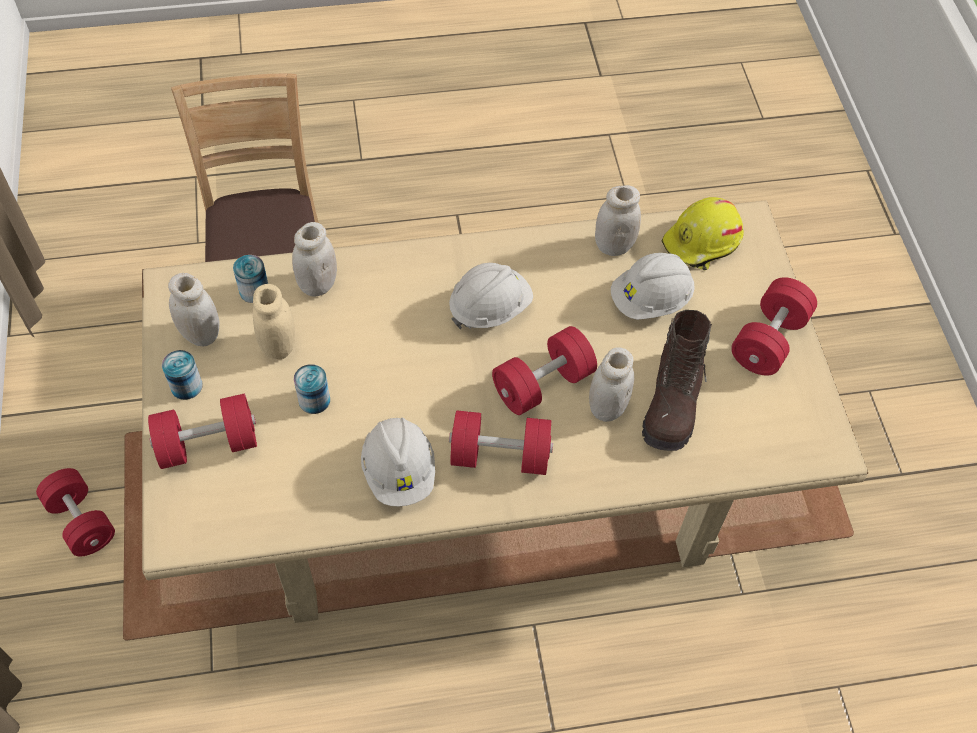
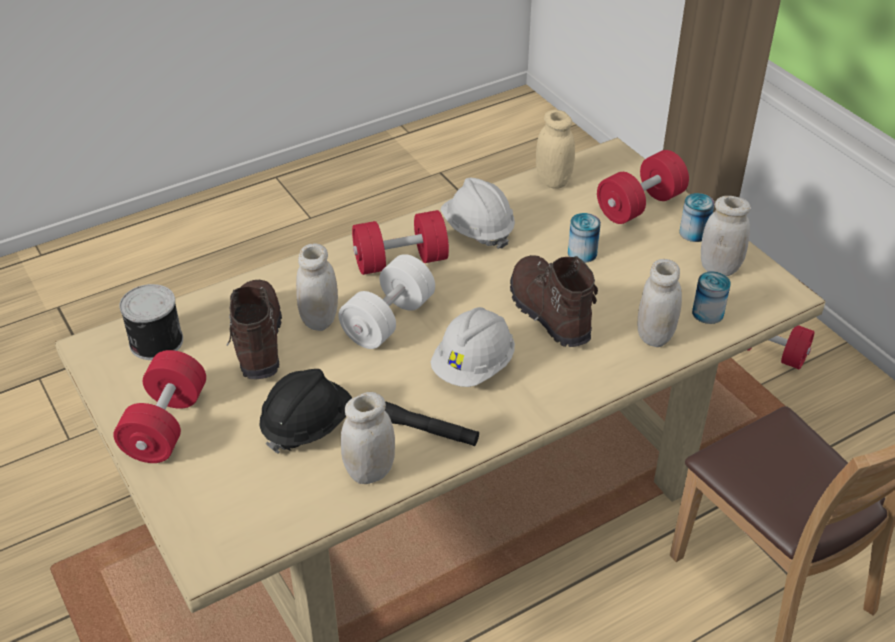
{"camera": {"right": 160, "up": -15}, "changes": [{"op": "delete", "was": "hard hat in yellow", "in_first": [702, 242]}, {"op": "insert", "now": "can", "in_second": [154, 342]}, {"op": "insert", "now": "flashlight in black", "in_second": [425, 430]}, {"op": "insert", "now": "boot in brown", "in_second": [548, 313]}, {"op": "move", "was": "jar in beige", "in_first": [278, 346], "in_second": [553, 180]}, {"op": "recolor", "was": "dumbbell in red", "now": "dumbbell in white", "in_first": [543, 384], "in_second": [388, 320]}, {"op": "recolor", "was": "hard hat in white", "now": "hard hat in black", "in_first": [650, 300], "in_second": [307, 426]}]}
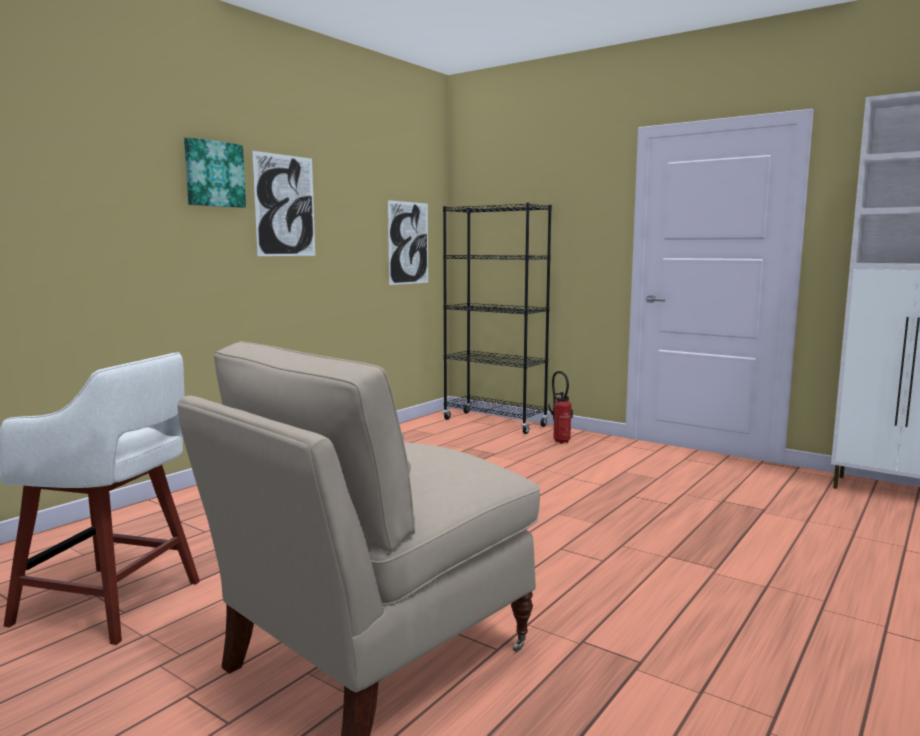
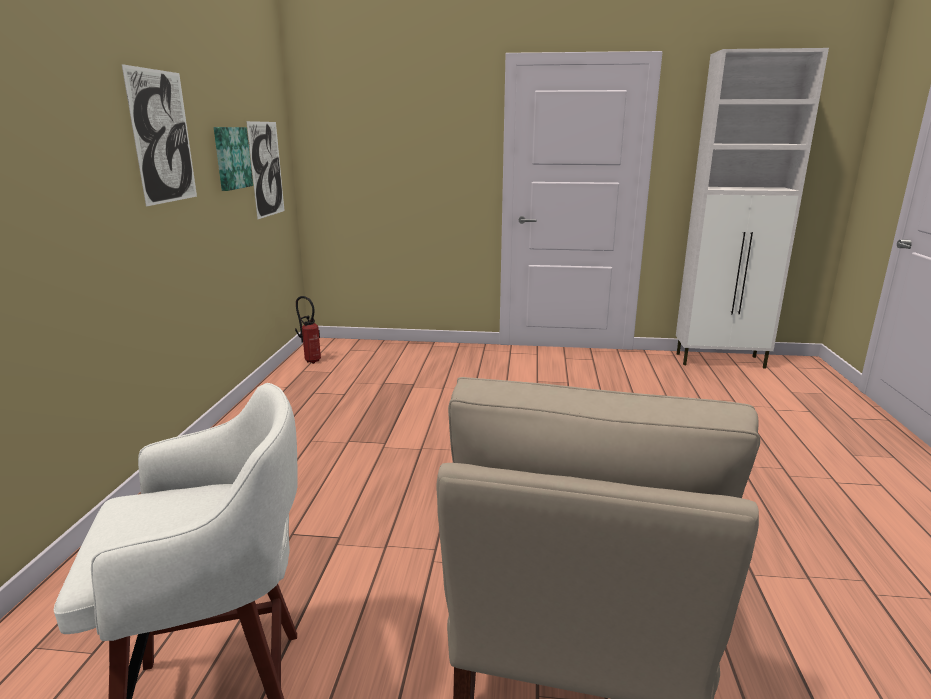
{"camera": {"right": -30, "up": 10}, "changes": [{"op": "delete", "was": "bookcase in black", "in_first": [494, 423]}, {"op": "move", "was": "picture", "in_first": [214, 174], "in_second": [231, 158]}, {"op": "move", "was": "fire extinguisher", "in_first": [560, 441], "in_second": [311, 360]}]}
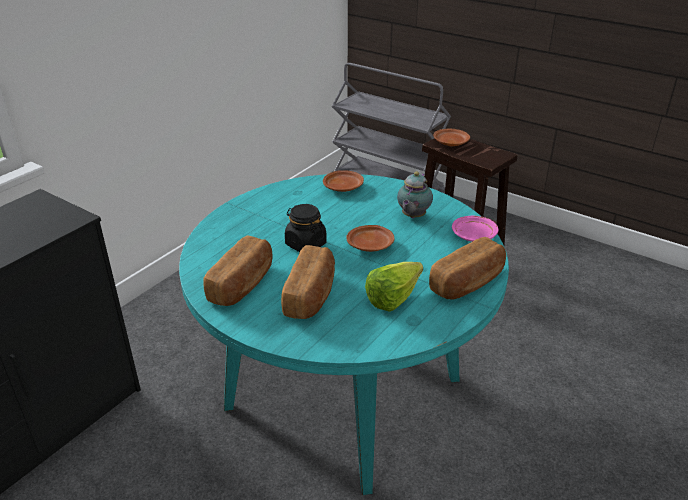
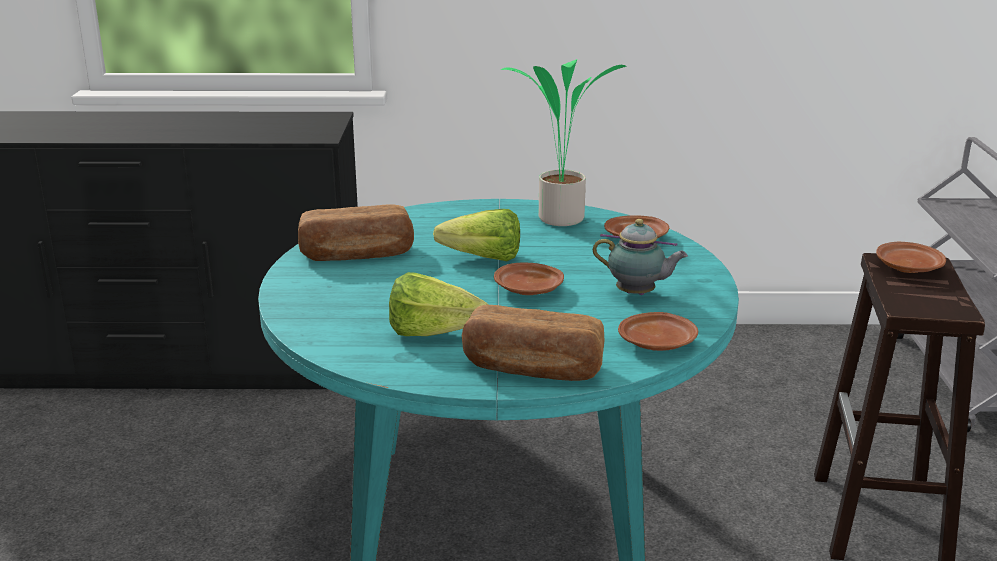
{"camera": {"right": 55, "up": -10}, "changes": [{"op": "delete", "was": "bread", "in_first": [311, 295]}, {"op": "insert", "now": "potted plant", "in_second": [558, 220]}, {"op": "replace", "was": "jar in black", "now": "lettuce", "in_first": [305, 244], "in_second": [476, 258]}, {"op": "recolor", "was": "plate in pink", "now": "plate in brown", "in_first": [474, 235], "in_second": [658, 343]}, {"op": "rotate", "was": "teapot", "in_first": [412, 216], "in_second": [638, 294], "clockwise": -150}]}
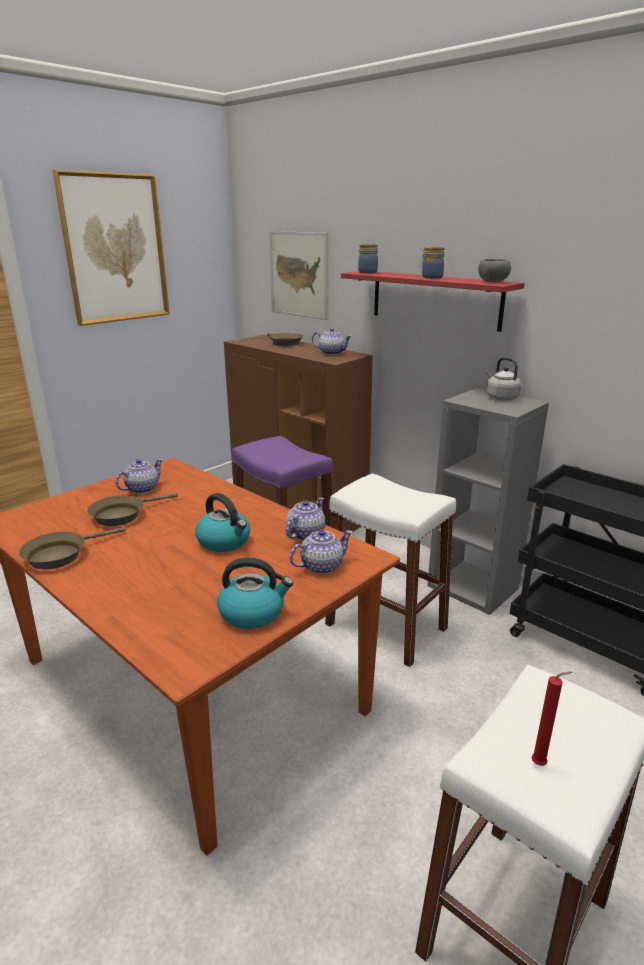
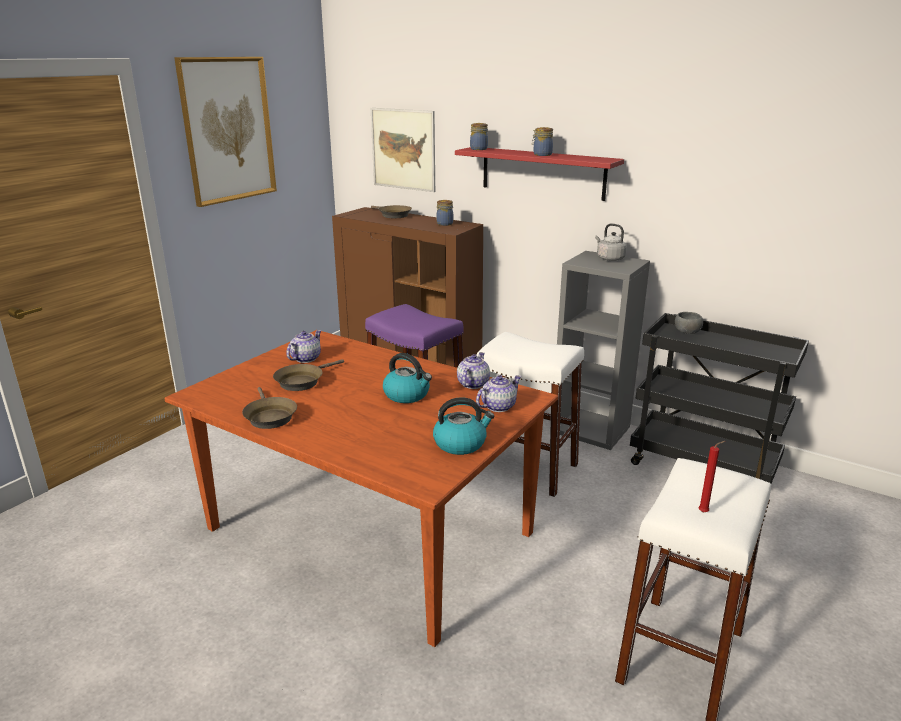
{"camera": {"right": -10, "up": 0}, "changes": [{"op": "move", "was": "bowl in grey", "in_first": [492, 282], "in_second": [686, 332]}, {"op": "replace", "was": "teapot", "now": "jar", "in_first": [332, 353], "in_second": [445, 223]}, {"op": "rotate", "was": "frying pan in brown", "in_first": [60, 555], "in_second": [269, 416], "clockwise": -60}]}
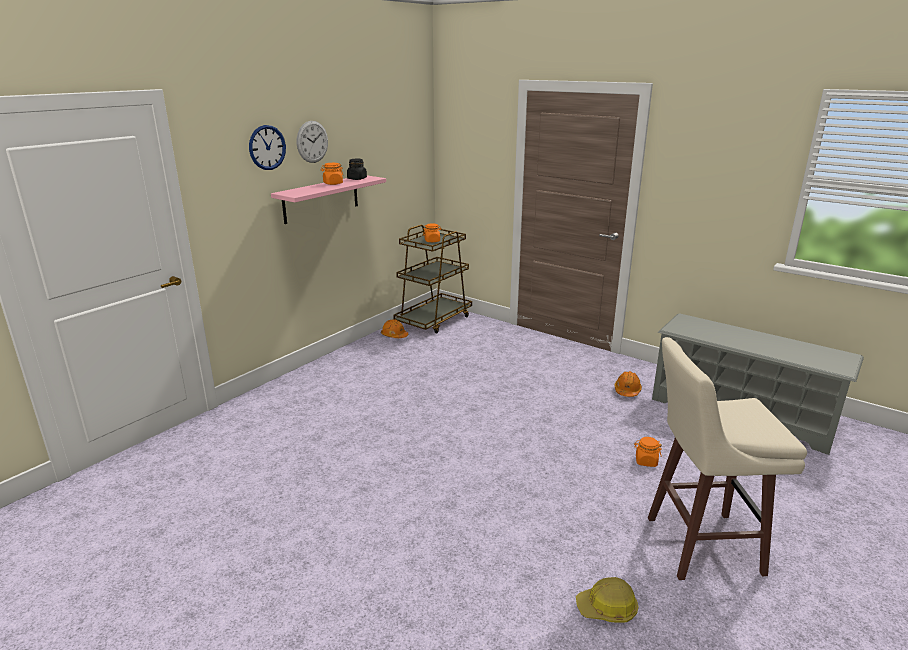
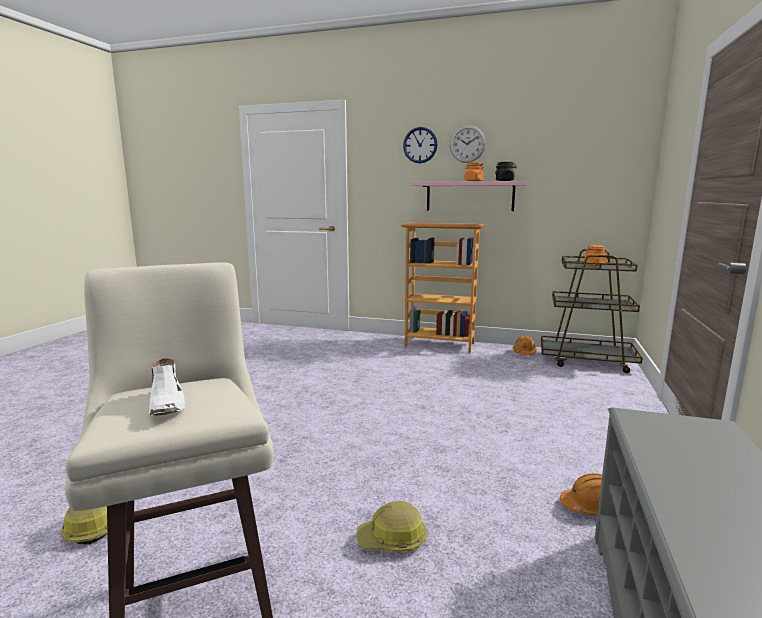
{"camera": {"right": 70, "up": -10}, "changes": [{"op": "insert", "now": "shoe in white", "in_second": [168, 404]}, {"op": "insert", "now": "bookcase", "in_second": [440, 344]}, {"op": "replace", "was": "jar in orange", "now": "hard hat", "in_first": [646, 461], "in_second": [392, 540]}]}
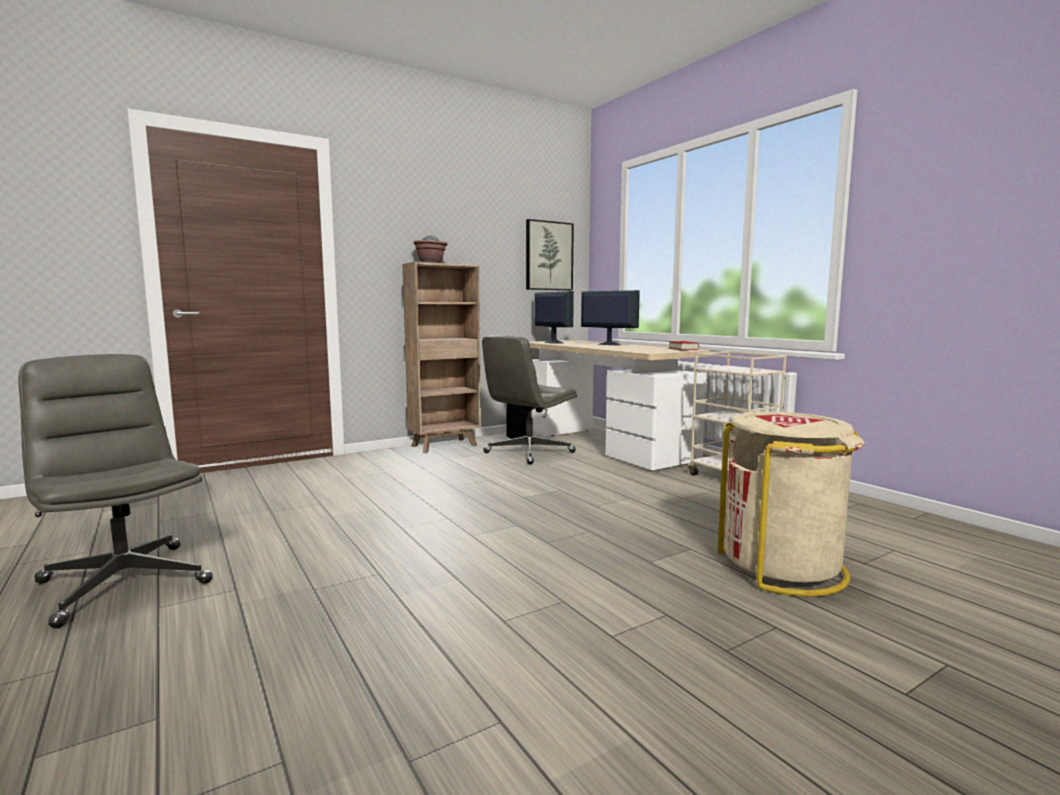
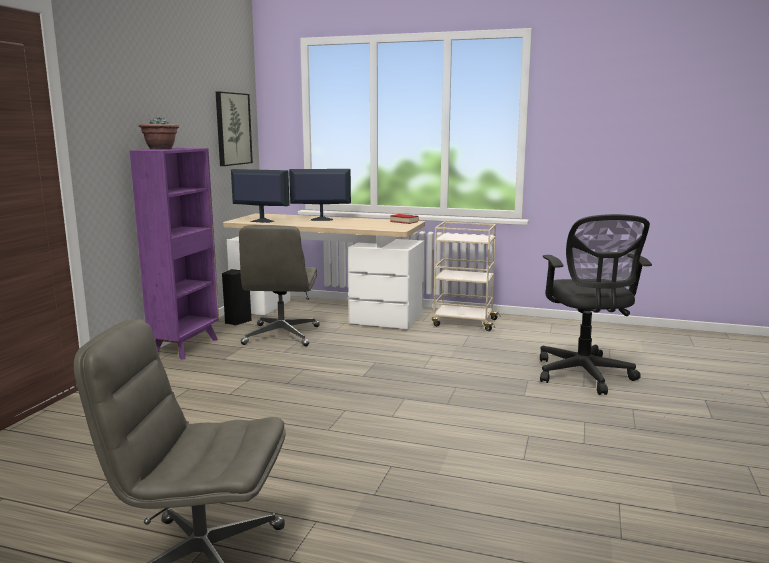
{"camera": {"right": -40, "up": 5}, "changes": [{"op": "replace", "was": "trash can in beige", "now": "office chair in black", "in_first": [782, 567], "in_second": [584, 376]}, {"op": "recolor", "was": "bookcase in brown", "now": "bookcase in purple", "in_first": [445, 446], "in_second": [186, 346]}]}
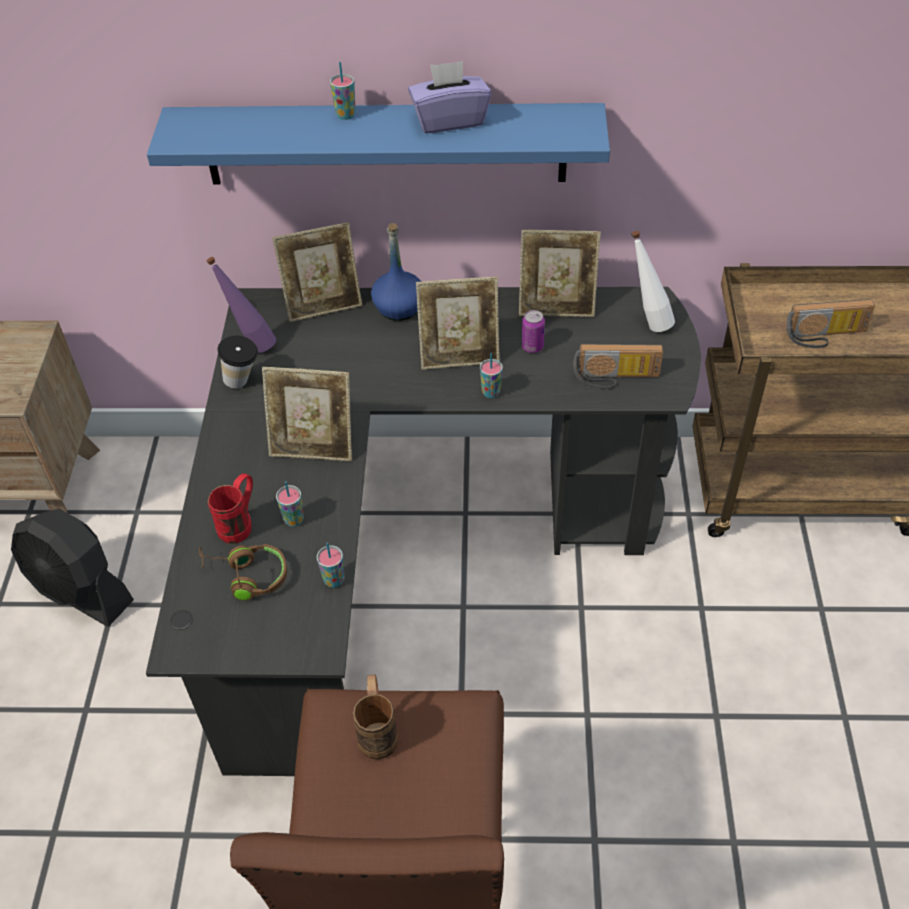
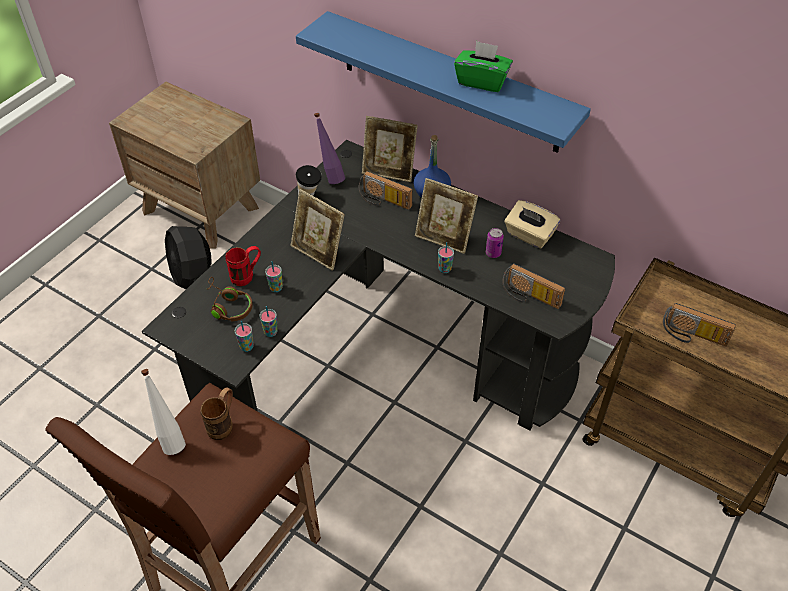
{"camera": {"right": 30, "up": 0}, "changes": [{"op": "insert", "now": "radio", "in_second": [383, 201]}, {"op": "move", "was": "cup", "in_first": [346, 115], "in_second": [246, 347]}, {"op": "move", "was": "bottle in white", "in_first": [647, 322], "in_second": [170, 439]}, {"op": "replace", "was": "picture frame", "now": "tissue box in beige", "in_first": [556, 307], "in_second": [529, 235]}, {"op": "recolor", "was": "tissue box in purple", "now": "tissue box in green", "in_first": [449, 120], "in_second": [482, 81]}]}
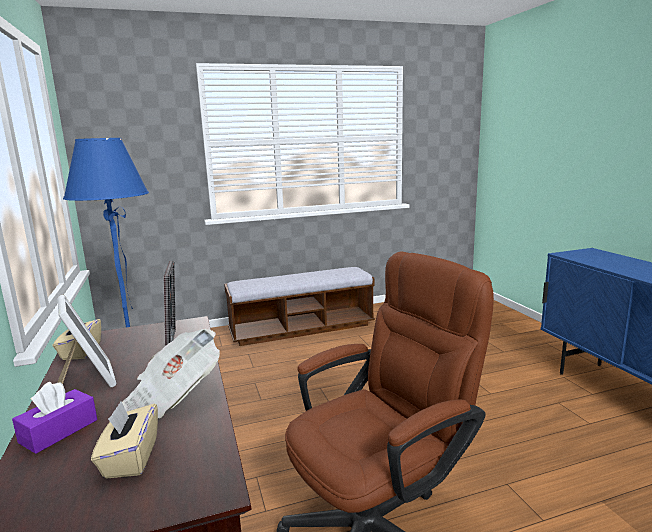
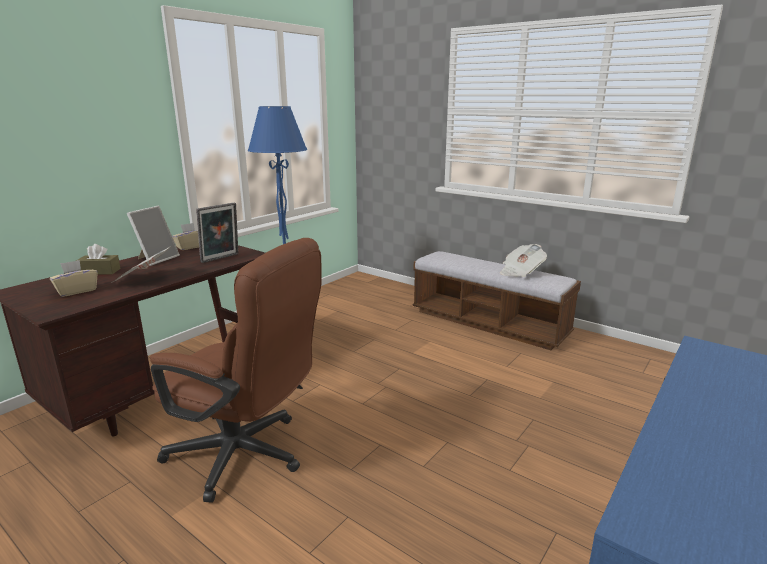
{"camera": {"right": 55, "up": 5}, "changes": [{"op": "insert", "now": "newspaper", "in_second": [520, 272]}, {"op": "recolor", "was": "tissue box in purple", "now": "tissue box in brown", "in_first": [59, 431], "in_second": [99, 271]}]}
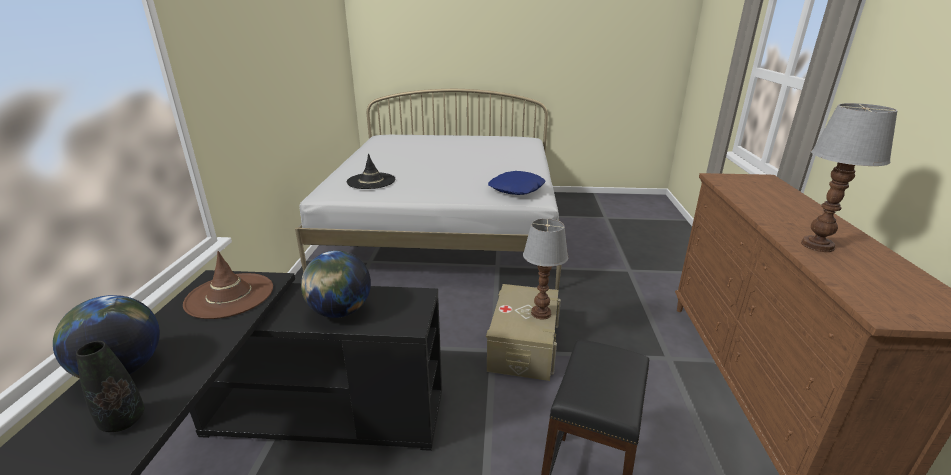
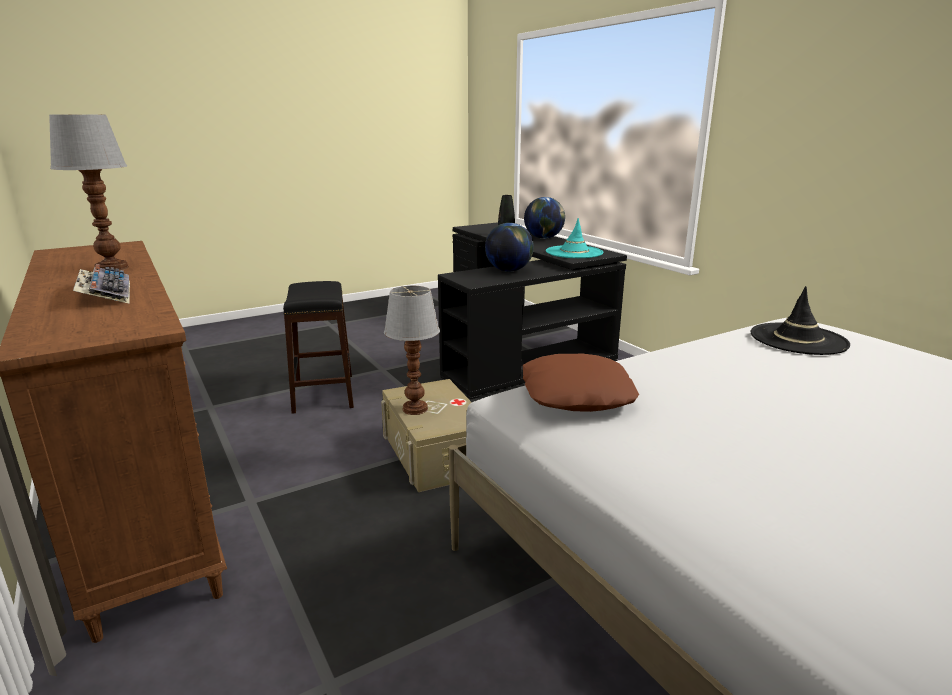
{"camera": {"right": 145, "up": -5}, "changes": [{"op": "insert", "now": "keyboard", "in_second": [105, 294]}, {"op": "recolor", "was": "hat in brown", "now": "hat in turquoise", "in_first": [229, 296], "in_second": [574, 252]}, {"op": "recolor", "was": "pillow in blue", "now": "pillow in brown", "in_first": [517, 189], "in_second": [575, 394]}]}
